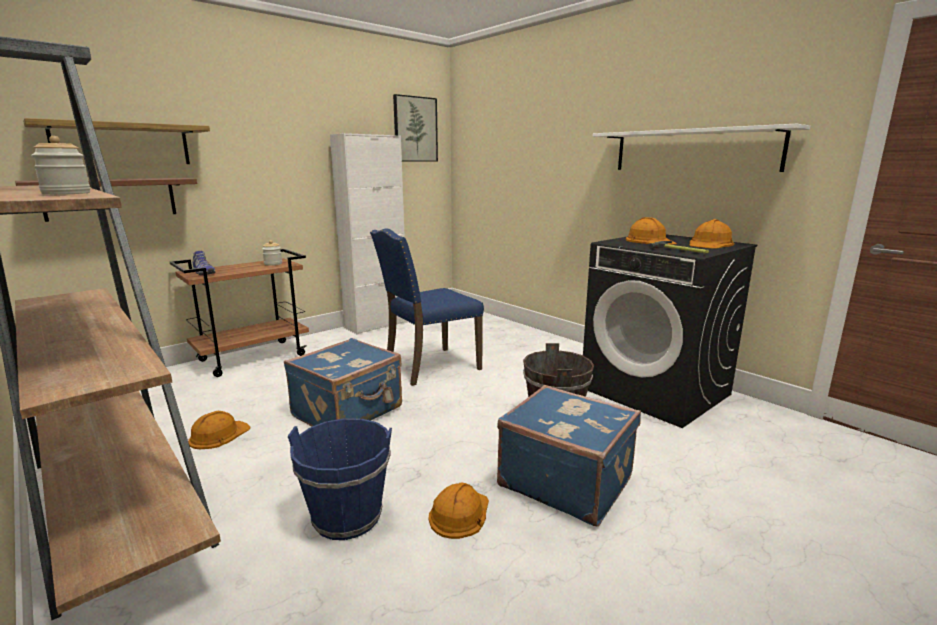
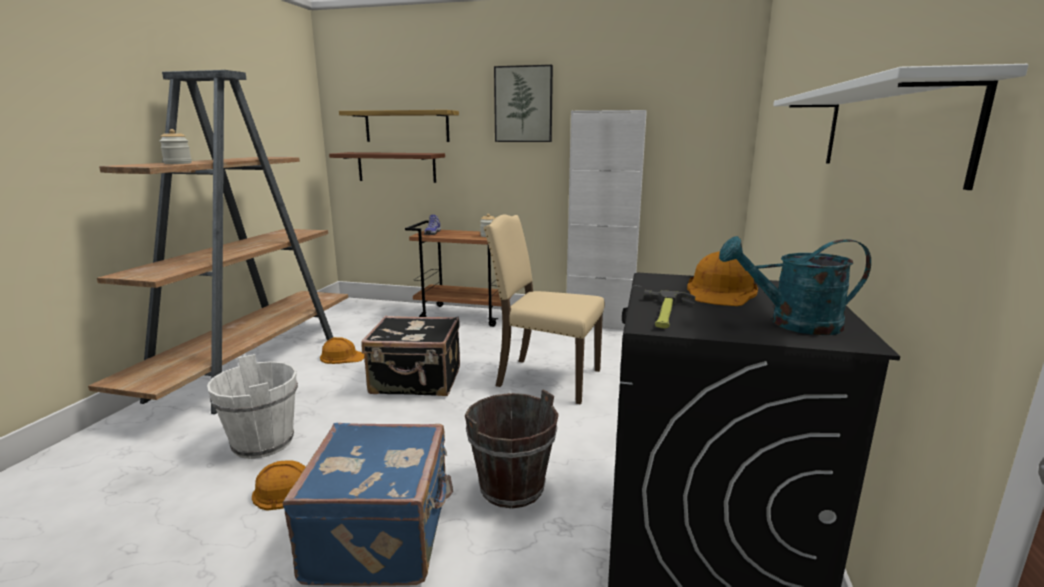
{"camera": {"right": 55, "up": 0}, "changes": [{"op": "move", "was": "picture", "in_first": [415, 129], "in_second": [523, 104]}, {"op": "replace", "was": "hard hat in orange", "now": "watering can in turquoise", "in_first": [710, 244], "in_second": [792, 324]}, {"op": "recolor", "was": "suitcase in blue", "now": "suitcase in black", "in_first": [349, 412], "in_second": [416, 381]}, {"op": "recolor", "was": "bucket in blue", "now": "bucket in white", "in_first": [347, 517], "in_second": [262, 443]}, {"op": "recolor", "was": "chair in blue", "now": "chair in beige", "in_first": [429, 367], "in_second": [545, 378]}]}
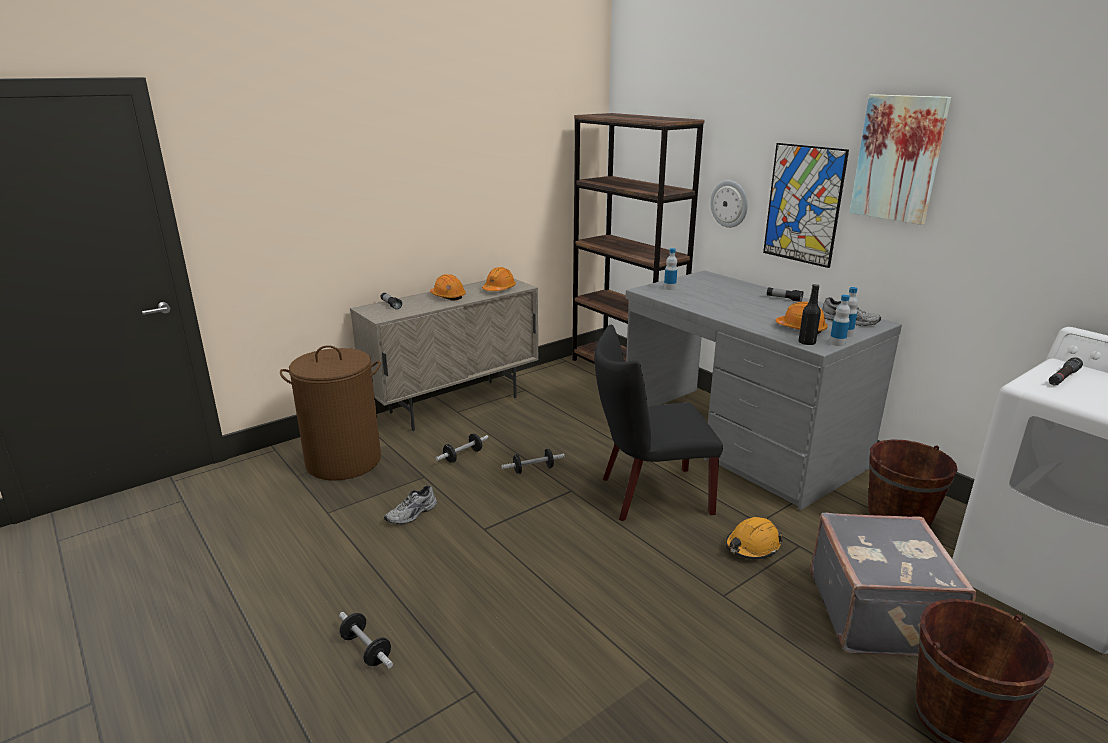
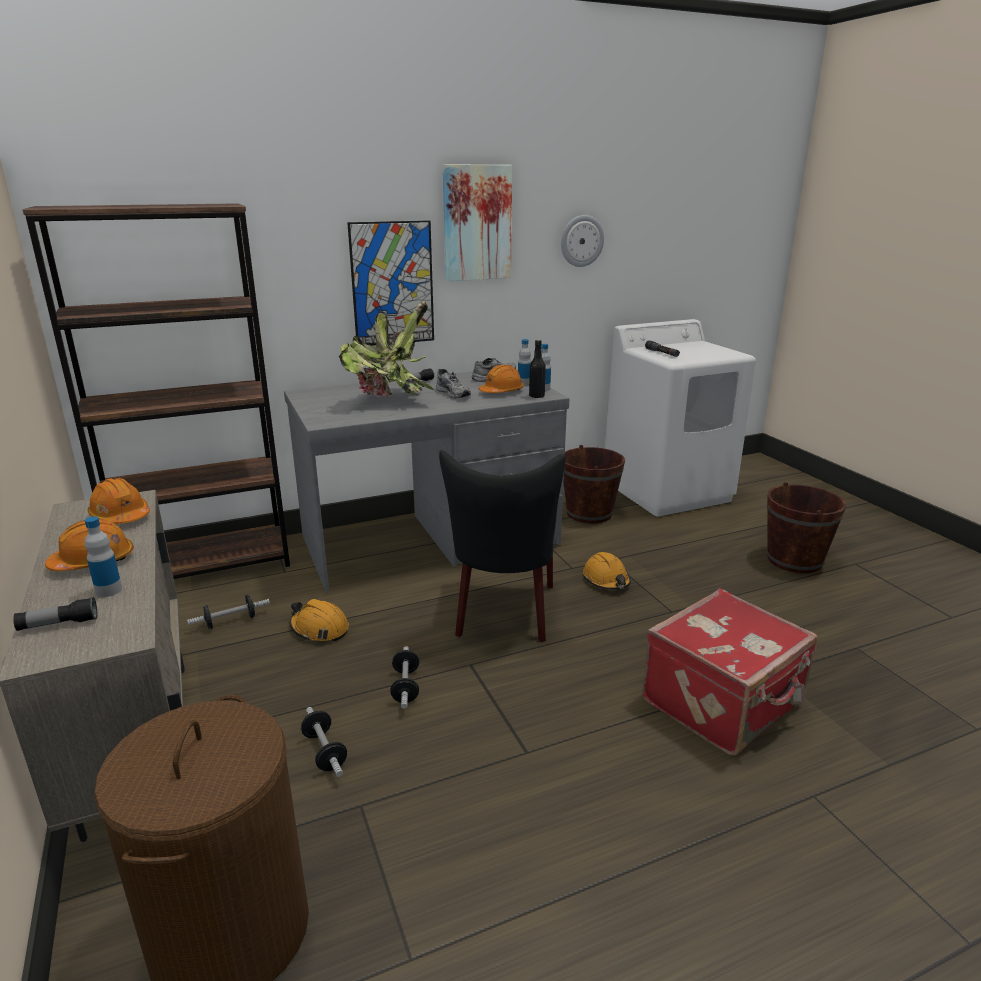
{"camera": {"right": -75, "up": 0}, "changes": [{"op": "delete", "was": "suitcase in grey", "in_first": [879, 613]}, {"op": "insert", "now": "hard hat in orange", "in_second": [319, 629]}, {"op": "insert", "now": "potted plant", "in_second": [390, 400]}, {"op": "insert", "now": "suitcase in red", "in_second": [724, 704]}, {"op": "move", "was": "dumbbell", "in_first": [366, 649], "in_second": [231, 621]}, {"op": "move", "was": "shoe in grey", "in_first": [412, 514], "in_second": [454, 393]}, {"op": "move", "was": "bottle", "in_first": [669, 288], "in_second": [109, 590]}, {"op": "move", "was": "wall clock", "in_first": [729, 204], "in_second": [581, 241]}]}
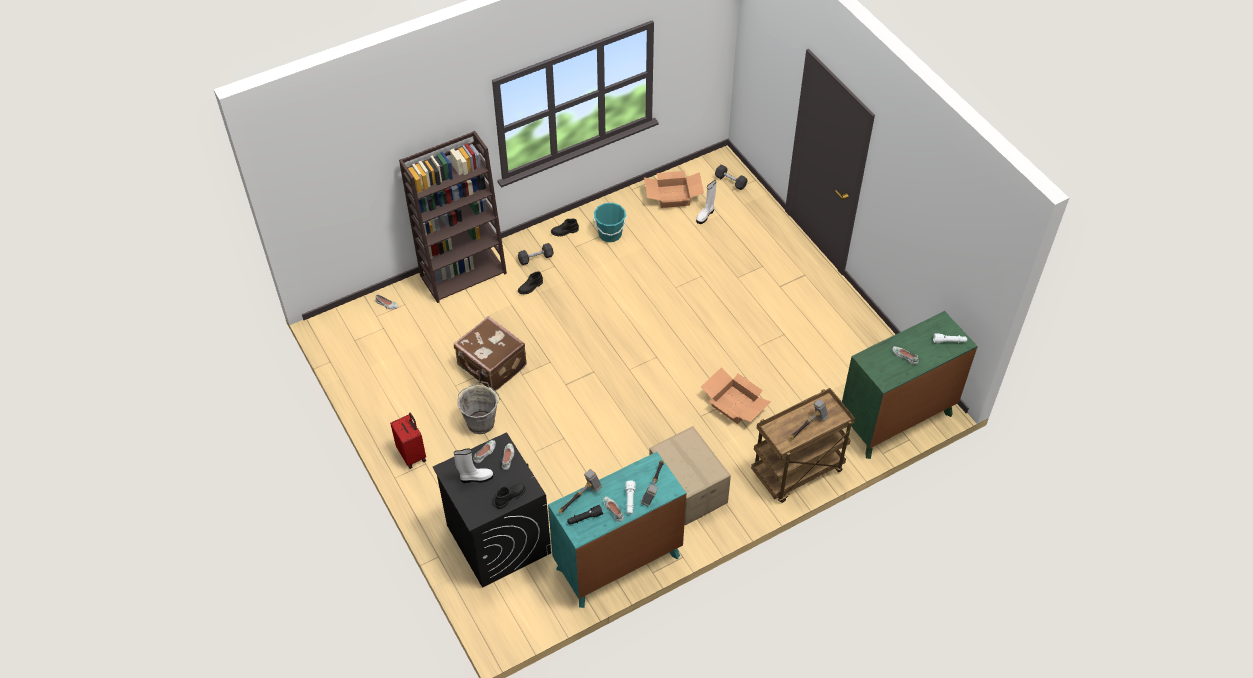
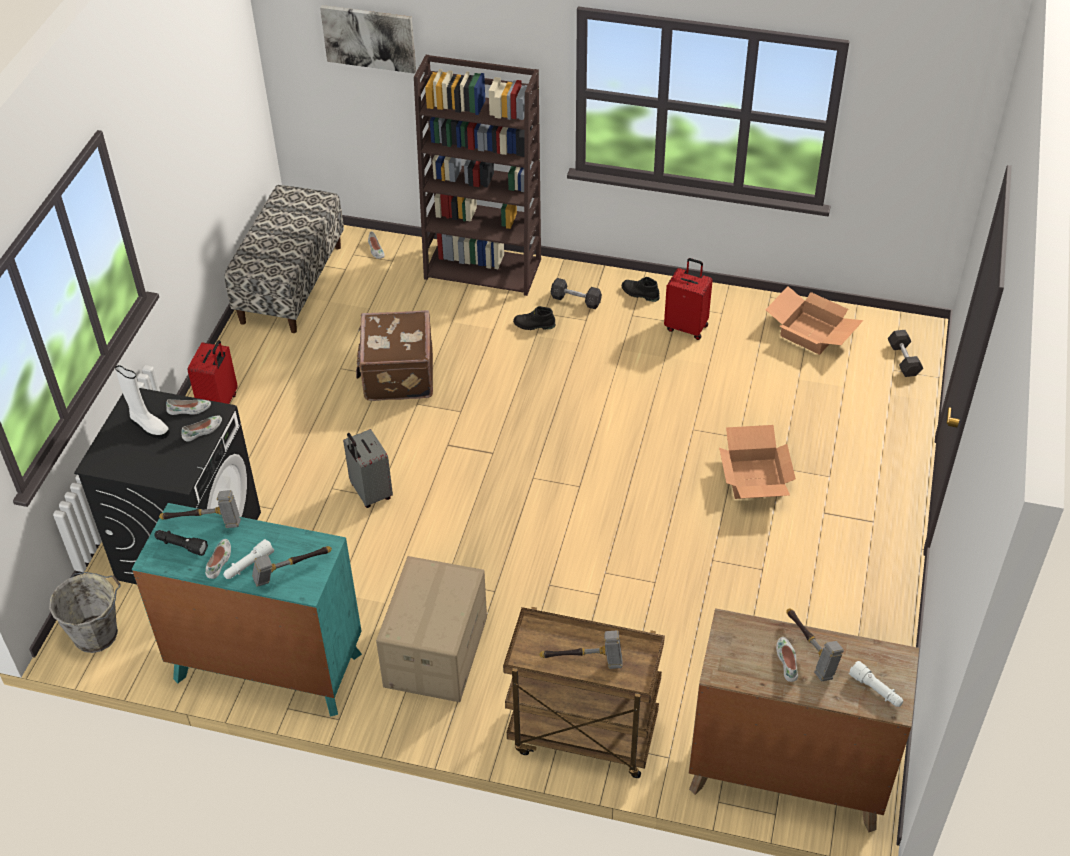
{"camera": {"right": 45, "up": -5}, "changes": [{"op": "delete", "was": "boot in black", "in_first": [510, 497]}, {"op": "delete", "was": "boot in white", "in_first": [705, 215]}, {"op": "insert", "now": "bench", "in_second": [291, 283]}, {"op": "insert", "now": "picture", "in_second": [369, 38]}, {"op": "insert", "now": "suitcase in grey", "in_second": [370, 493]}, {"op": "insert", "now": "hammer", "in_second": [810, 650]}, {"op": "move", "was": "bucket in grey", "in_first": [481, 422], "in_second": [97, 634]}, {"op": "move", "was": "cardboard box", "in_first": [735, 404], "in_second": [756, 479]}, {"op": "replace", "was": "bucket in turquoise", "now": "suitcase in red", "in_first": [610, 234], "in_second": [687, 327]}, {"op": "recolor", "was": "dresser in green", "now": "dresser in brown", "in_first": [896, 420], "in_second": [786, 776]}]}
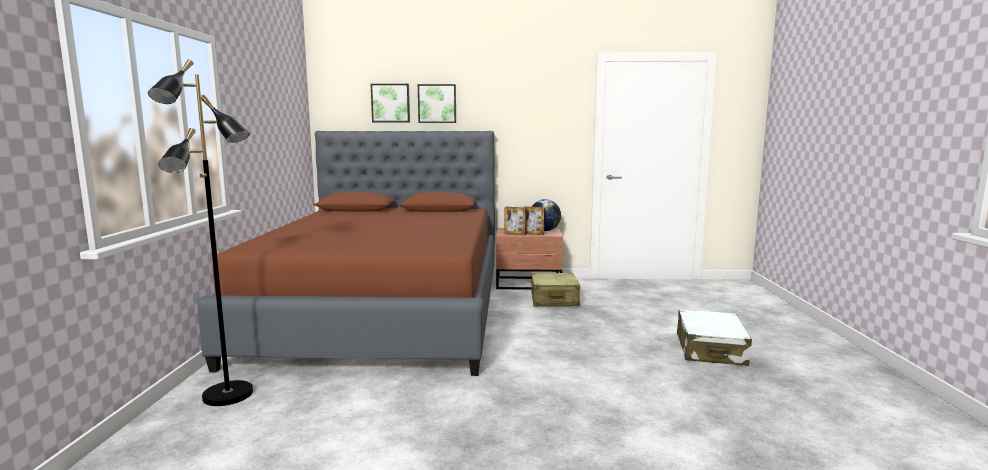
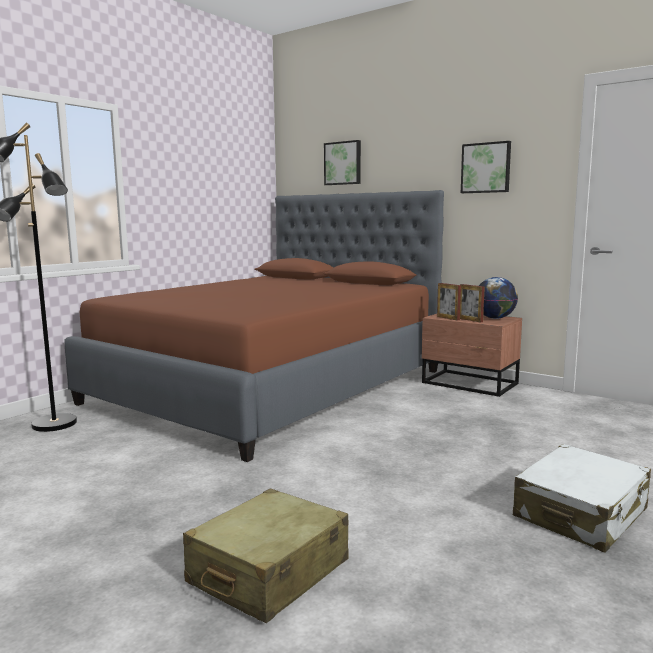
{"camera": {"right": 35, "up": 0}, "changes": [{"op": "move", "was": "picture", "in_first": [437, 103], "in_second": [486, 168]}, {"op": "move", "was": "suitcase in beige", "in_first": [554, 300], "in_second": [268, 572]}]}
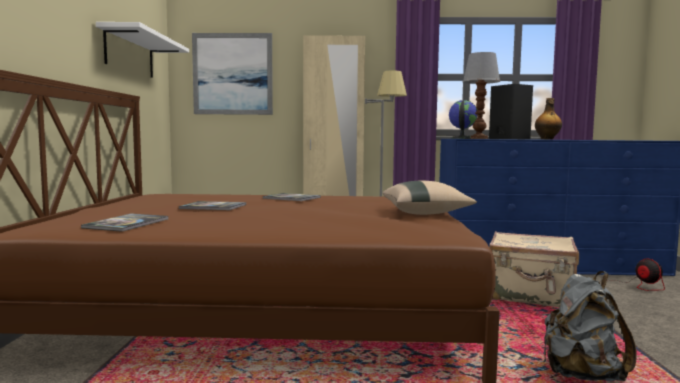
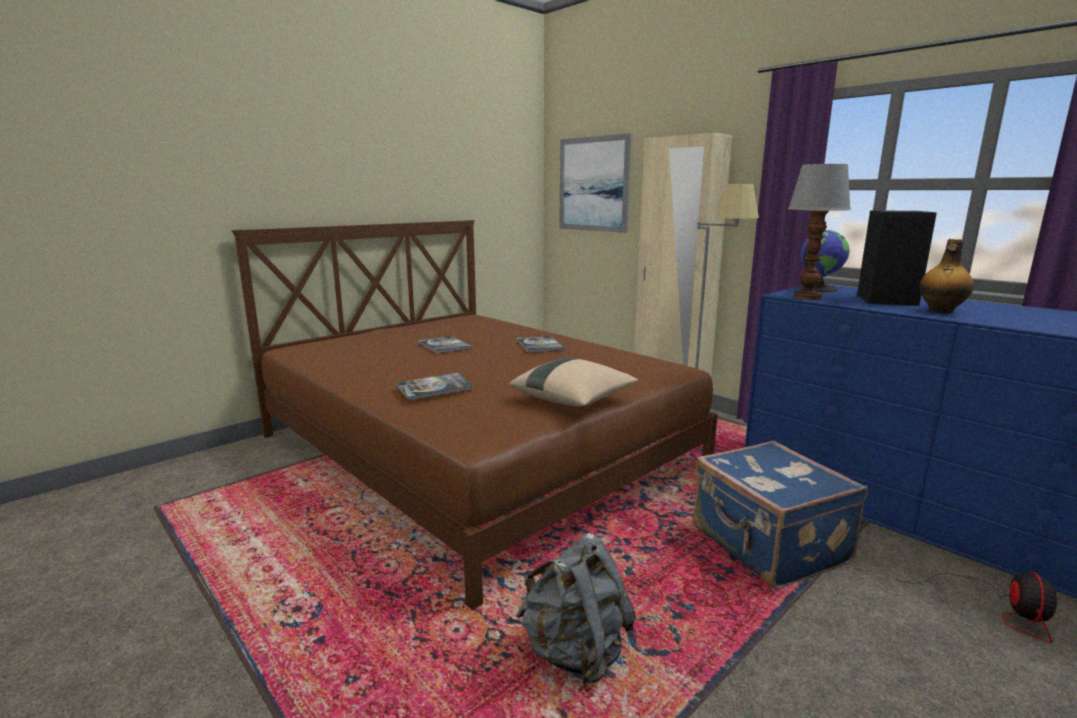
{"camera": {"right": 45, "up": 10}, "changes": [{"op": "delete", "was": "shelf in white", "in_first": [130, 54]}, {"op": "move", "was": "book", "in_first": [127, 224], "in_second": [434, 387]}, {"op": "recolor", "was": "suitcase in beige", "now": "suitcase in blue", "in_first": [530, 296], "in_second": [767, 546]}]}
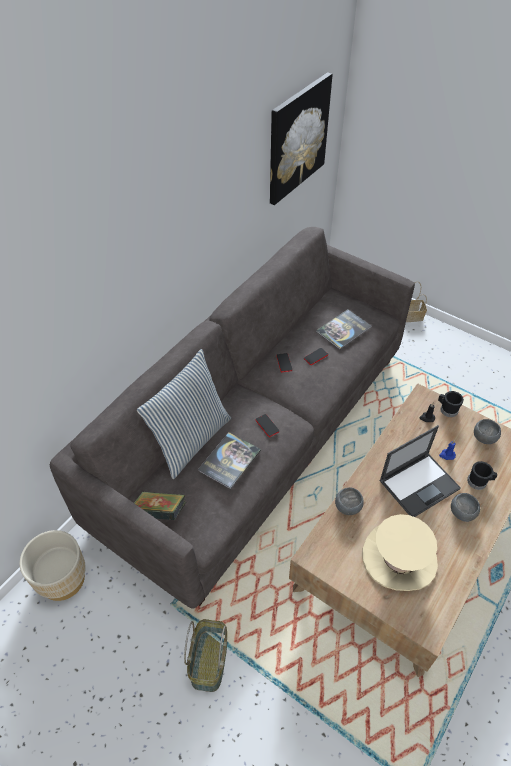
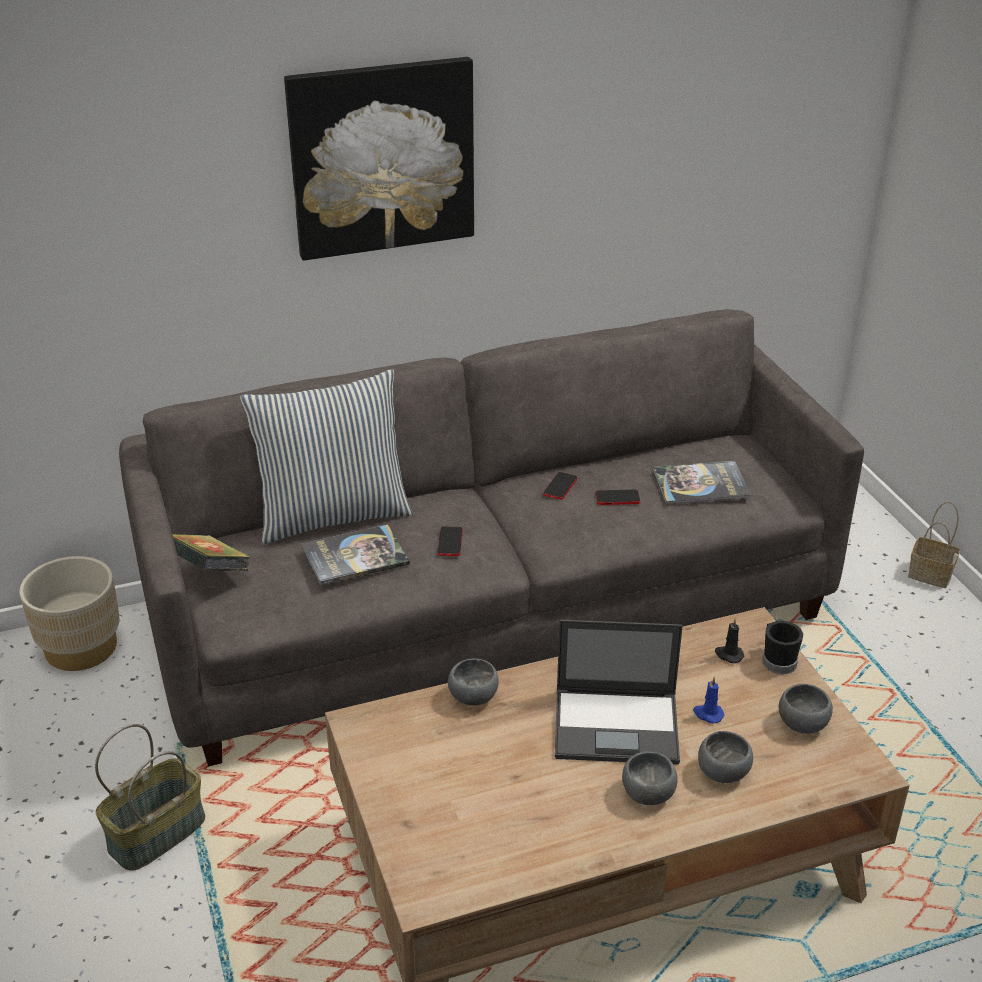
{"camera": {"right": 35, "up": -15}, "changes": [{"op": "delete", "was": "hat in beige", "in_first": [399, 558]}, {"op": "move", "was": "picture", "in_first": [297, 138], "in_second": [382, 158]}, {"op": "replace", "was": "mug in black", "now": "bowl in grey", "in_first": [479, 482], "in_second": [724, 772]}]}
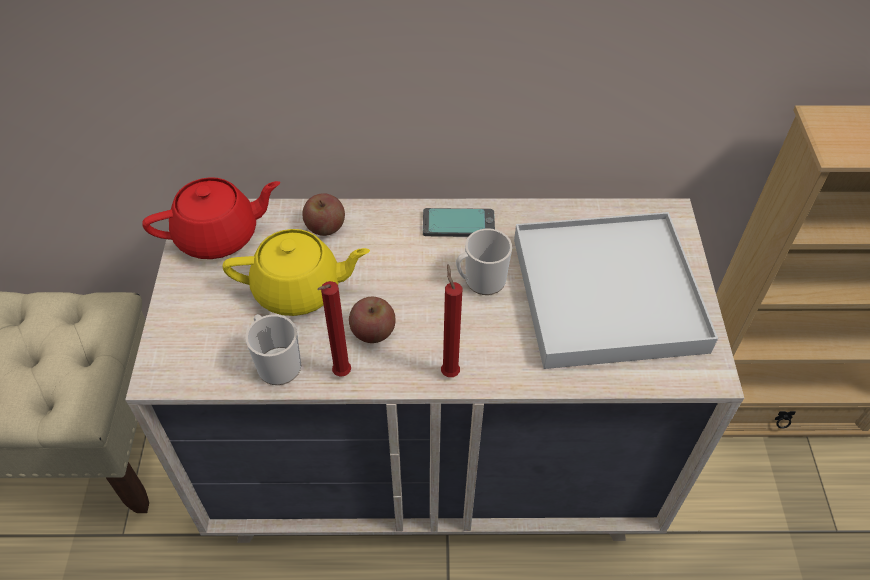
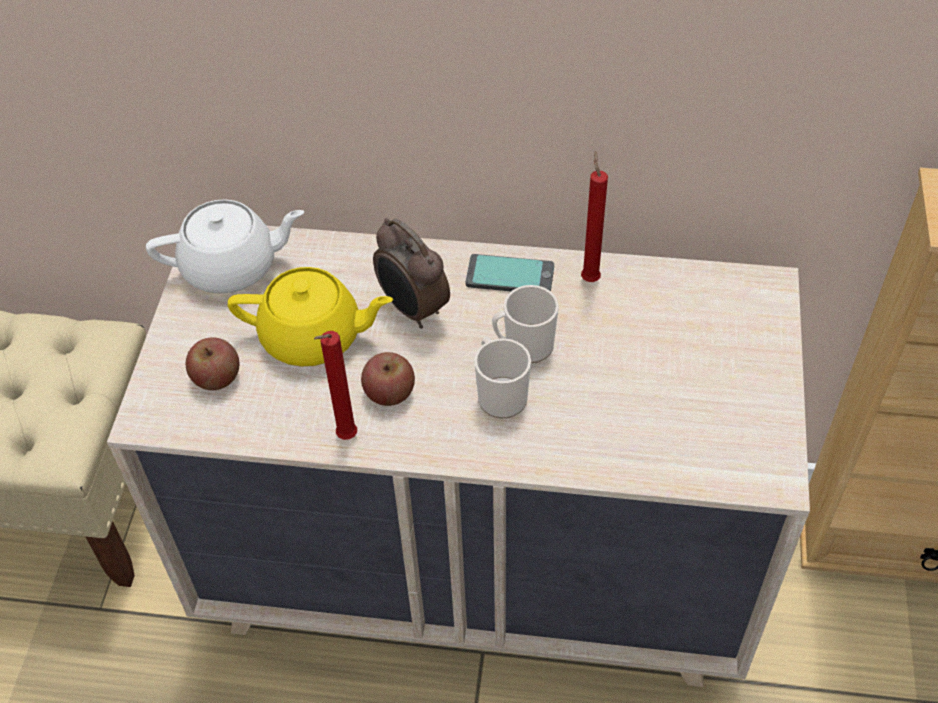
{"camera": {"right": 10, "up": 0}, "changes": [{"op": "delete", "was": "tray in white", "in_first": [606, 294]}, {"op": "insert", "now": "alarm clock", "in_second": [412, 309]}, {"op": "move", "was": "mug", "in_first": [276, 363], "in_second": [499, 394]}, {"op": "move", "was": "apple", "in_first": [325, 227], "in_second": [216, 377]}, {"op": "move", "was": "candle in red", "in_first": [449, 371], "in_second": [589, 277]}, {"op": "recolor", "was": "teapot in red", "now": "teapot in white", "in_first": [219, 236], "in_second": [232, 267]}]}
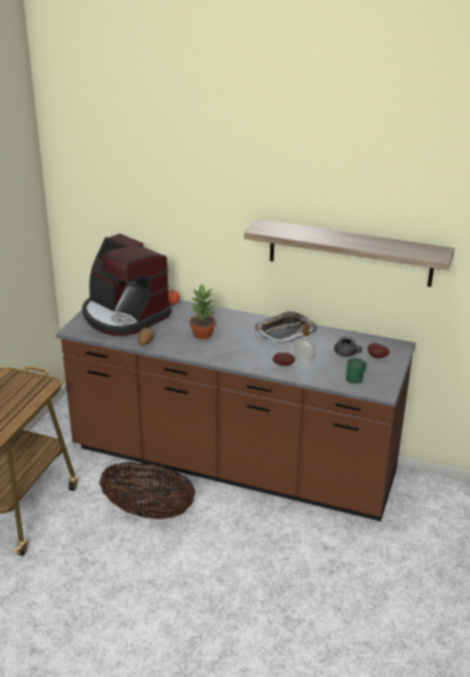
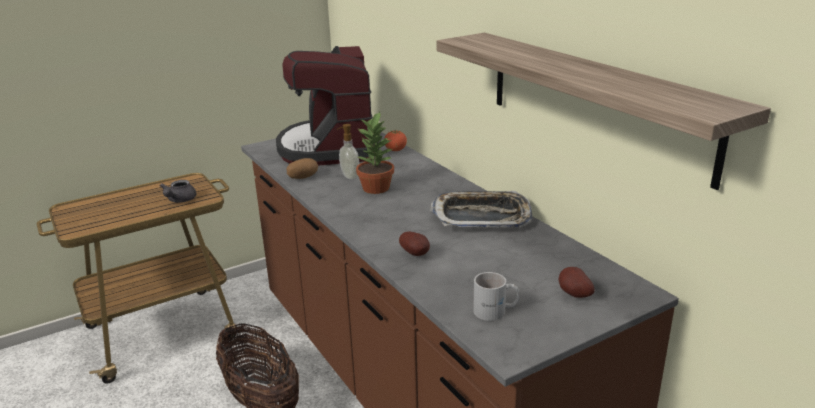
{"camera": {"right": 40, "up": -5}, "changes": [{"op": "move", "was": "soap dispenser", "in_first": [304, 360], "in_second": [349, 176]}, {"op": "move", "was": "teapot in grey", "in_first": [347, 354], "in_second": [179, 200]}, {"op": "recolor", "was": "mug in green", "now": "mug in white", "in_first": [357, 378], "in_second": [496, 312]}]}
